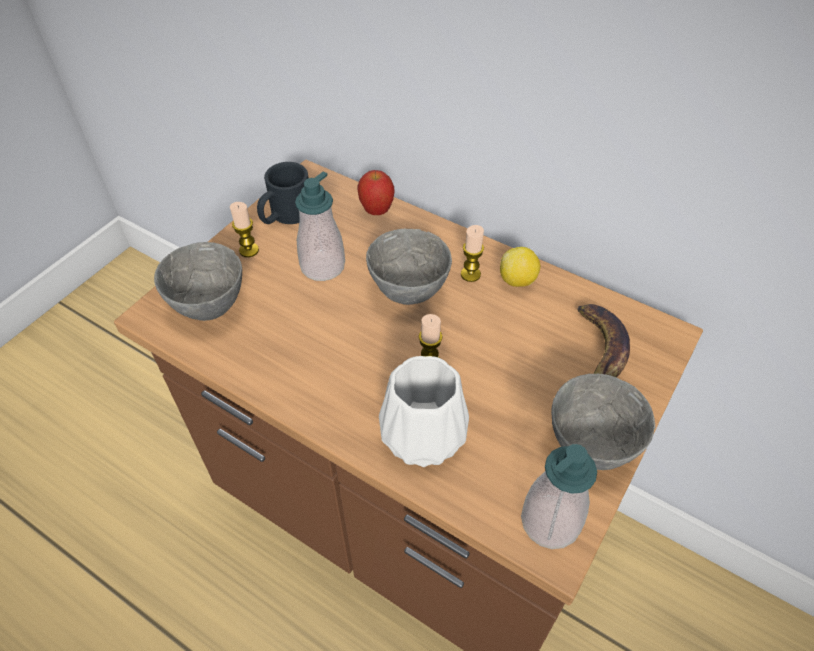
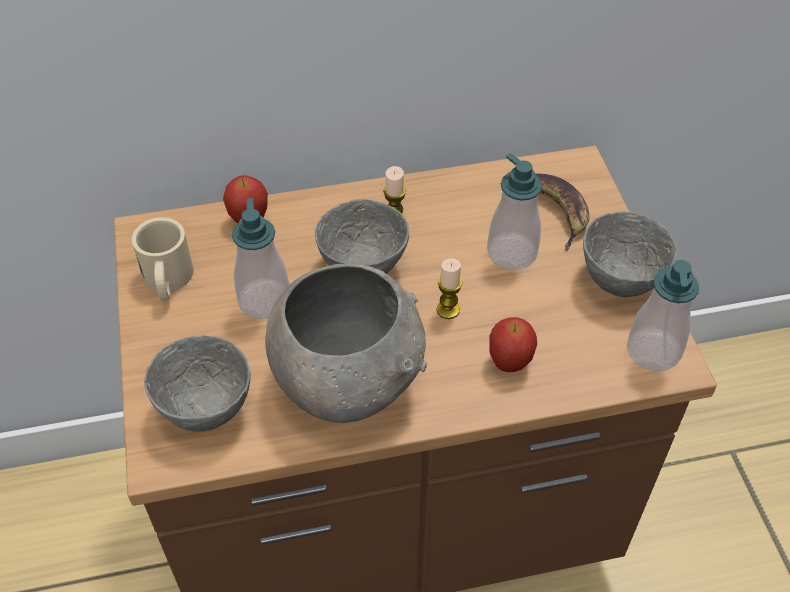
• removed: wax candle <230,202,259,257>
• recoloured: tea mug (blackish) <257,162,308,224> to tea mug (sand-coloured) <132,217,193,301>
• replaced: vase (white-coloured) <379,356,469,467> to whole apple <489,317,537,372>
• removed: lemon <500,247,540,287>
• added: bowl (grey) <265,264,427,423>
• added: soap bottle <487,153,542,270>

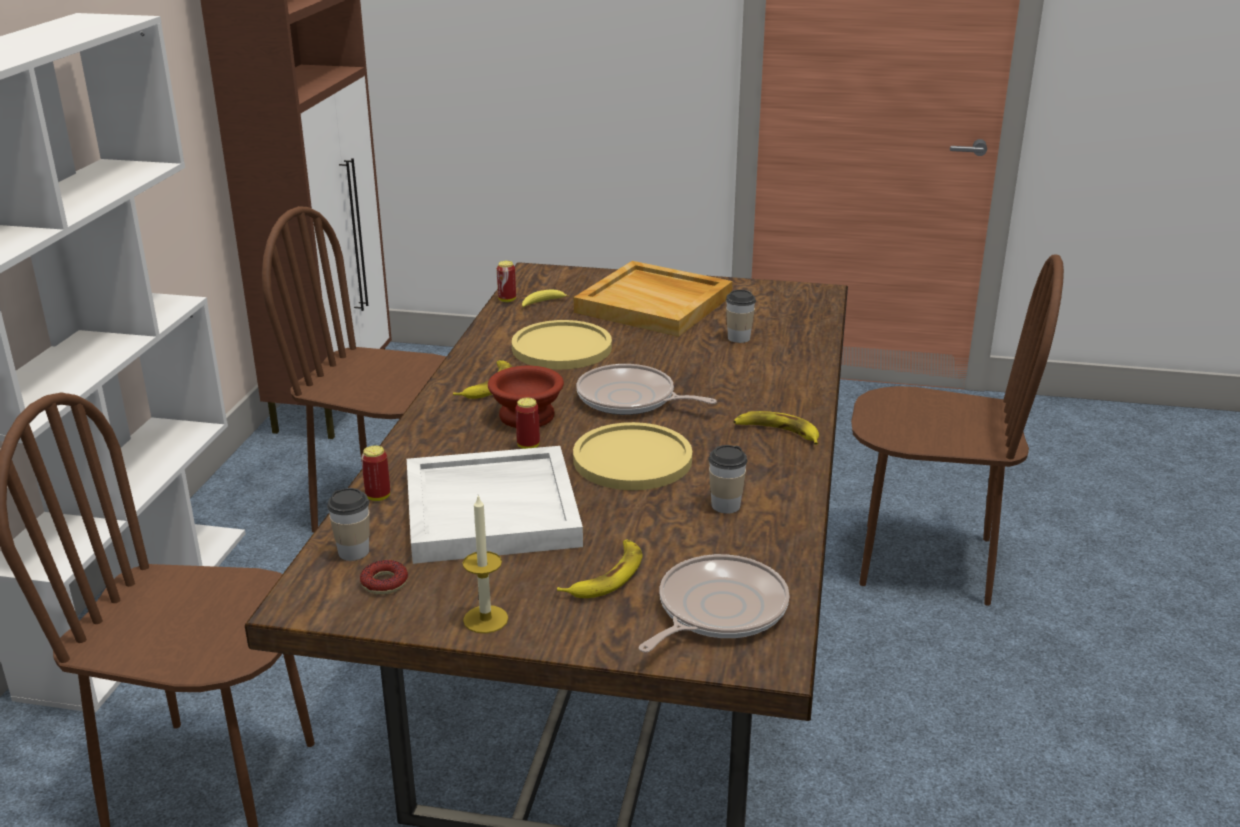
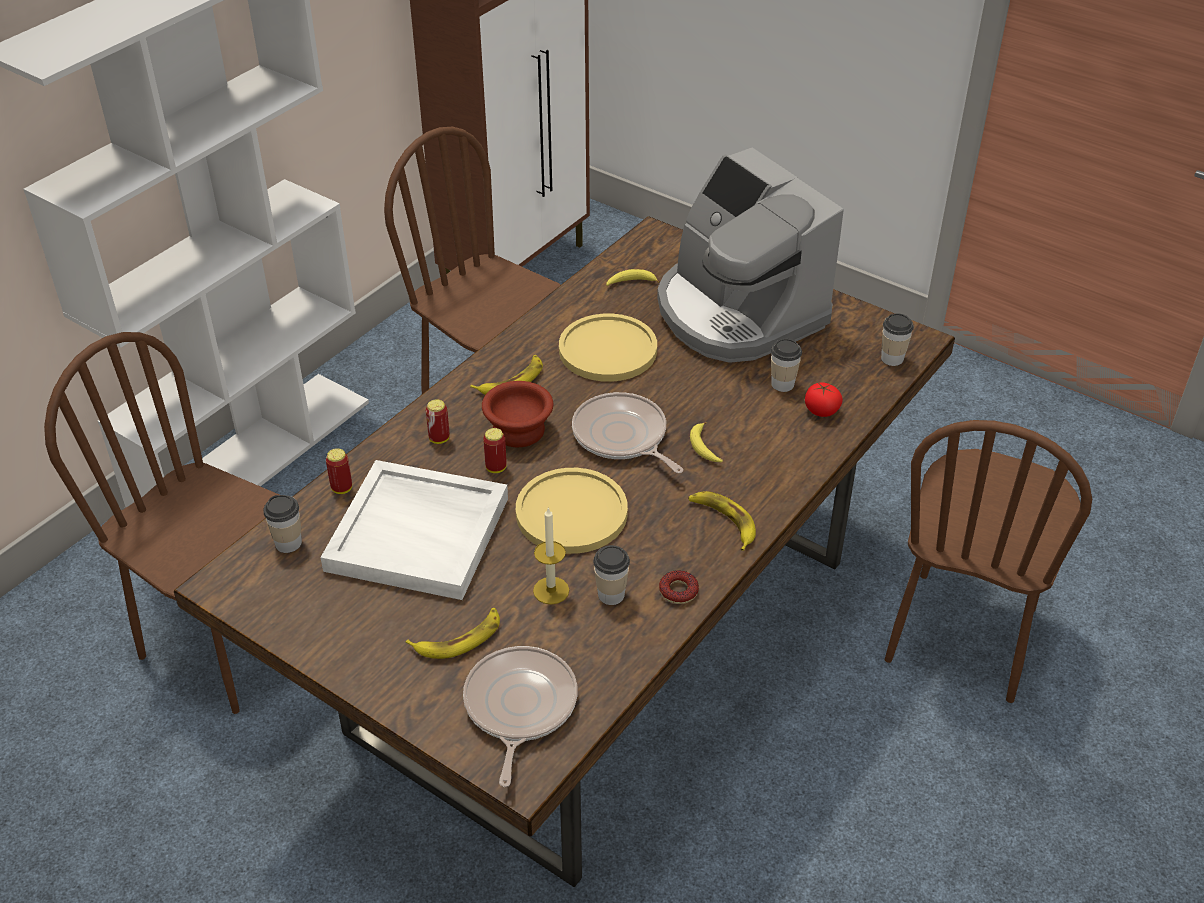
• moved: doughnut <360,560,408,595> to <659,570,699,604>
• moved: wax candle <463,495,508,633> to <533,507,569,605>
• moved: metal can <497,261,516,302> to <426,399,450,444>
• replaced: serving tray (sand-coloured) <574,261,732,337> to coffee maker <657,148,844,363>
• turned: frying pan <639,554,789,653> = <463,646,578,787> 60 degrees counterclockwise
• turned: chair (brown-coloured) <851,255,1064,606> = <885,420,1092,703> 75 degrees clockwise
• added: banana fruit <690,422,723,462>
• added: tomato <805,382,843,417>
• added: drinking cup <881,314,914,366>

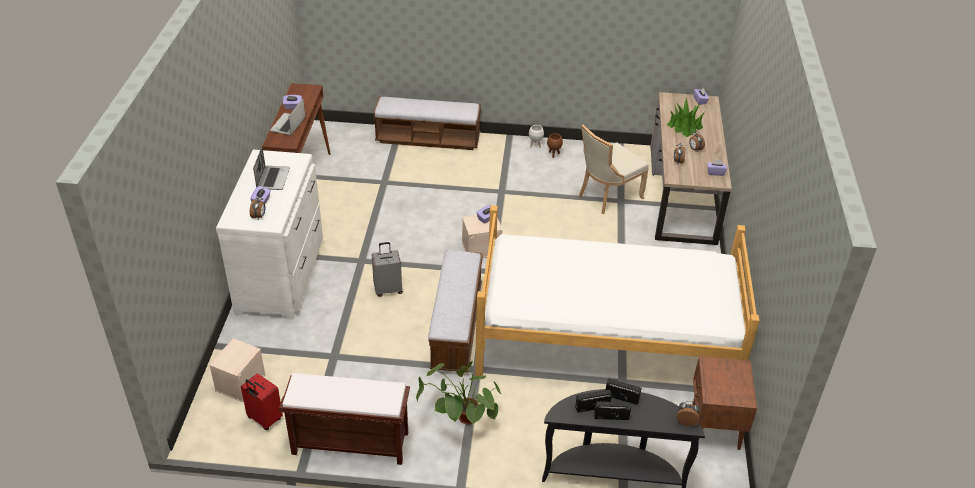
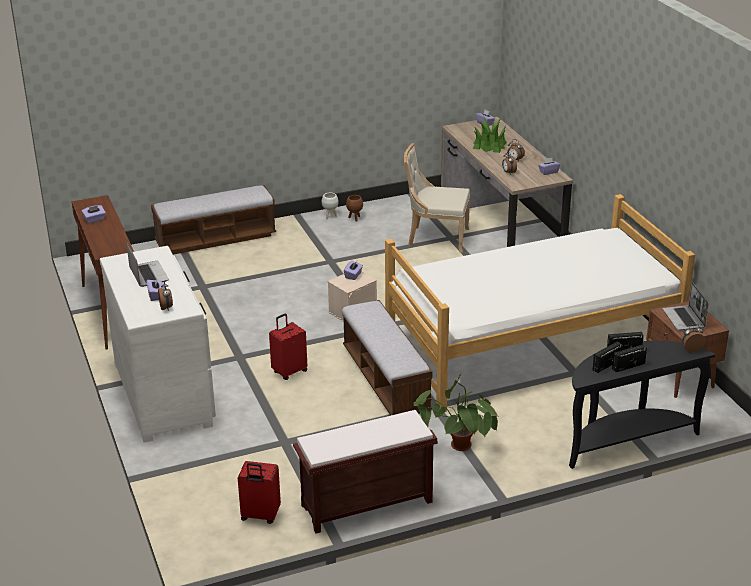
• removed: storage container (sand-coloured) <209,338,265,402>
• moved: portable computer <270,99,305,135> to <662,282,709,330>
• recoloured: piece of luggage (grey) <372,242,403,297> to piece of luggage (red) <269,314,307,380>
• turned: chair (sand-coloured) <579,124,649,214> = <404,143,470,253> 75 degrees clockwise

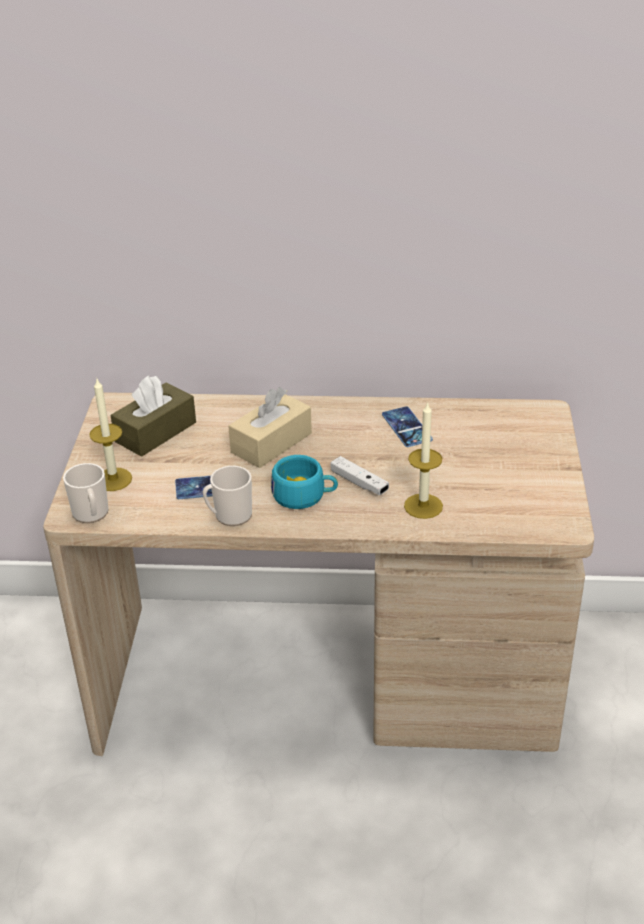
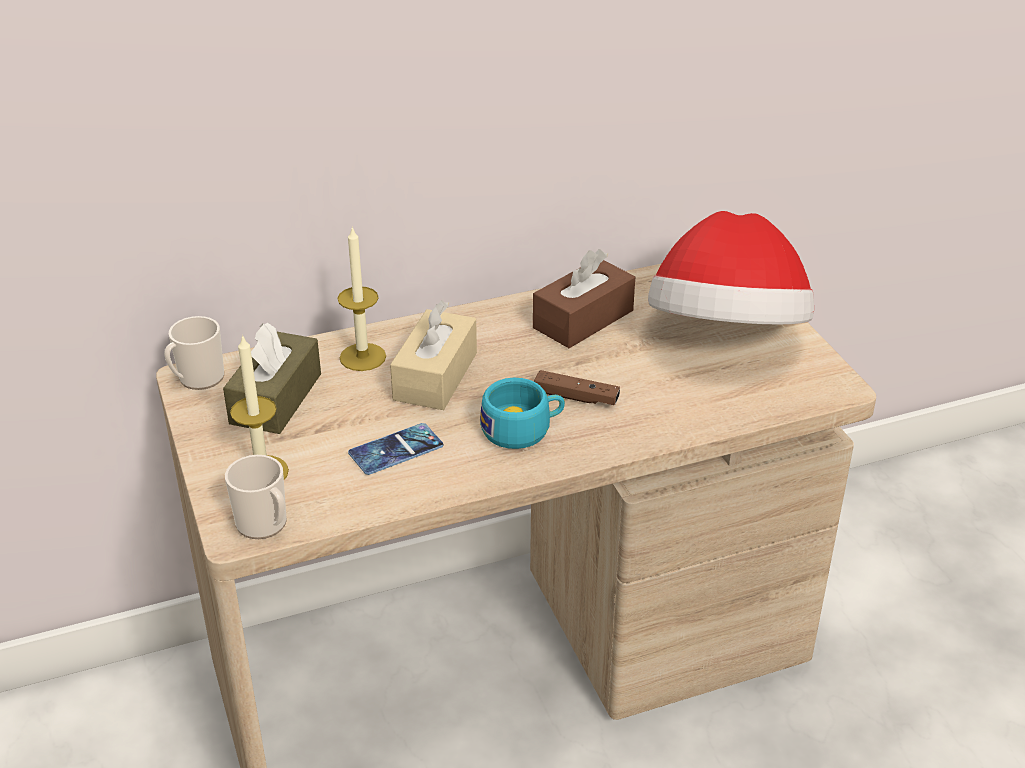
• moved: tea mug <203,466,252,526> to <164,316,224,390>
• recoloured: game controller (white-coloured) <330,456,389,495> to game controller (brown-coloured) <534,370,620,405>
• replaced: phone <382,406,433,447> to tissue box (brown-coloured) <533,249,635,348>
• moved: wax candle <404,402,443,519> to <338,226,386,371>
• added: clothing hat <648,211,814,324>

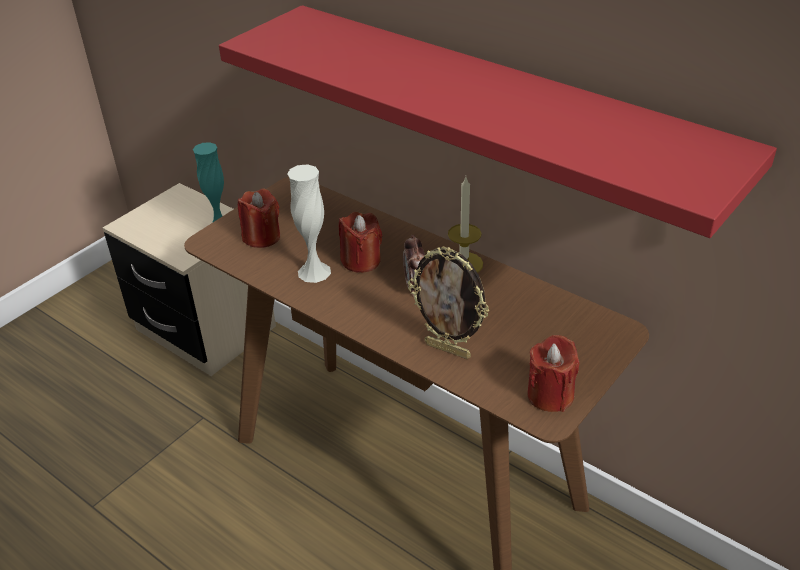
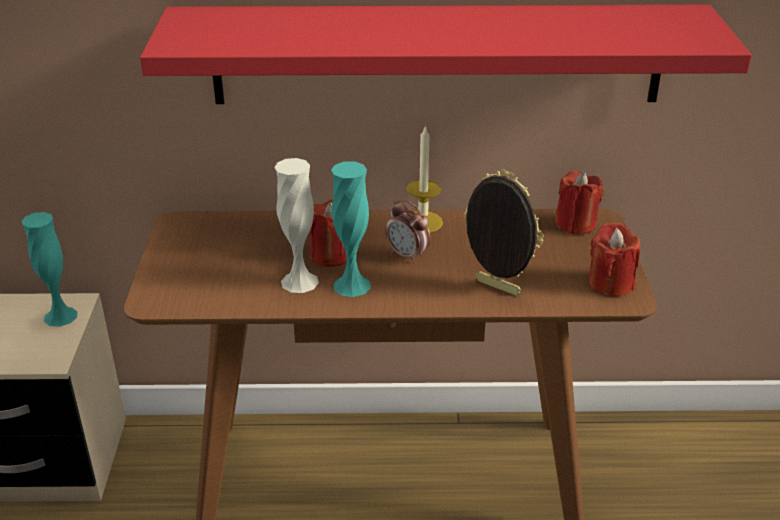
• moved: wax candle (red) <238,188,280,248> to <555,171,604,234>
• turned: standing frame <408,247,489,359> = <464,169,544,296> 135 degrees counterclockwise
• added: vase (turquoise-coloured) <331,161,371,297>

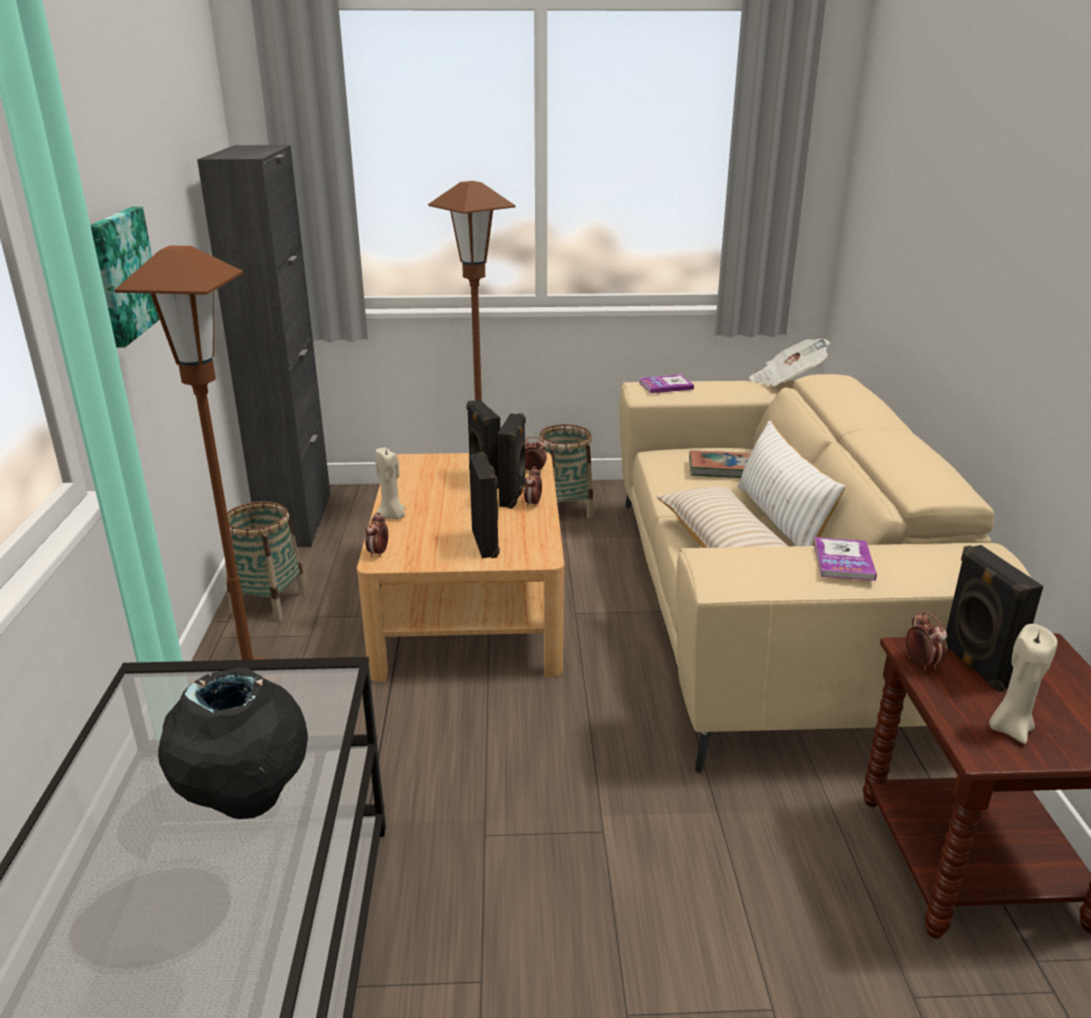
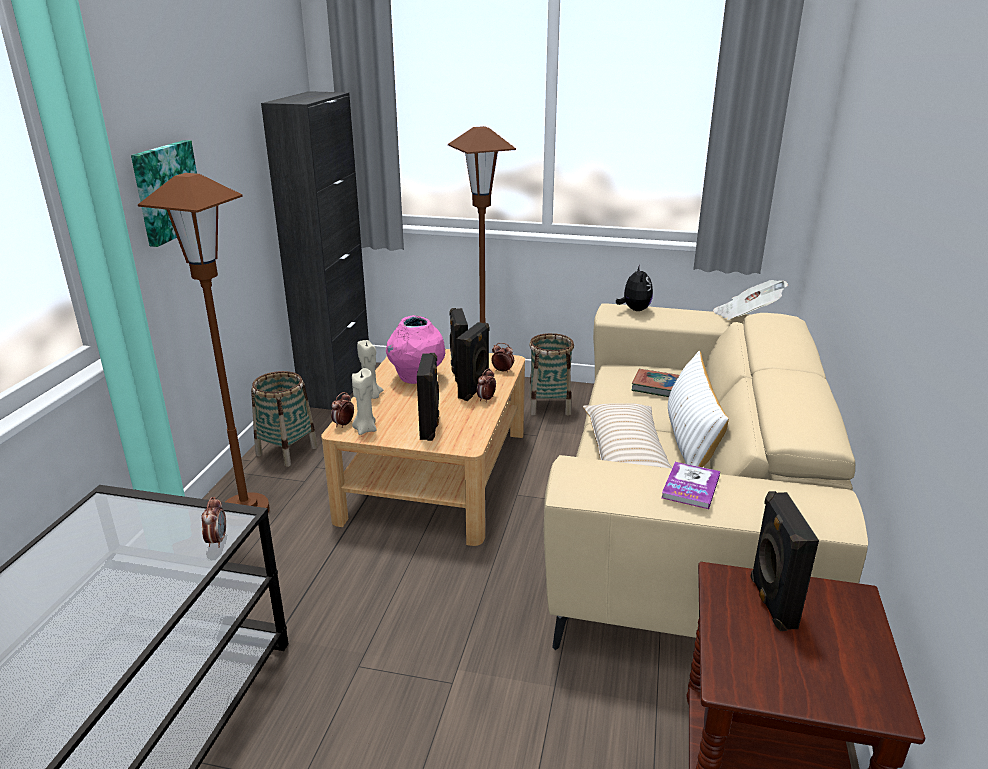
• removed: vase (blackish) <158,667,308,819>
• replaced: bound book <639,374,694,393> to cuddly toy <616,265,653,311>
• moved: alarm clock <906,612,947,671> to <201,497,226,548>
• moved: wax candle (sand-coloured) <989,624,1058,744> to <352,368,377,435>
• added: vase (pink-coloured) <386,315,445,384>

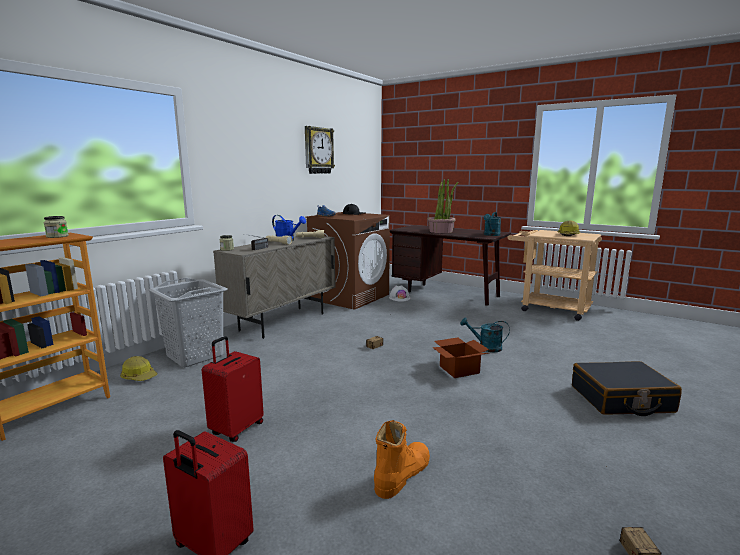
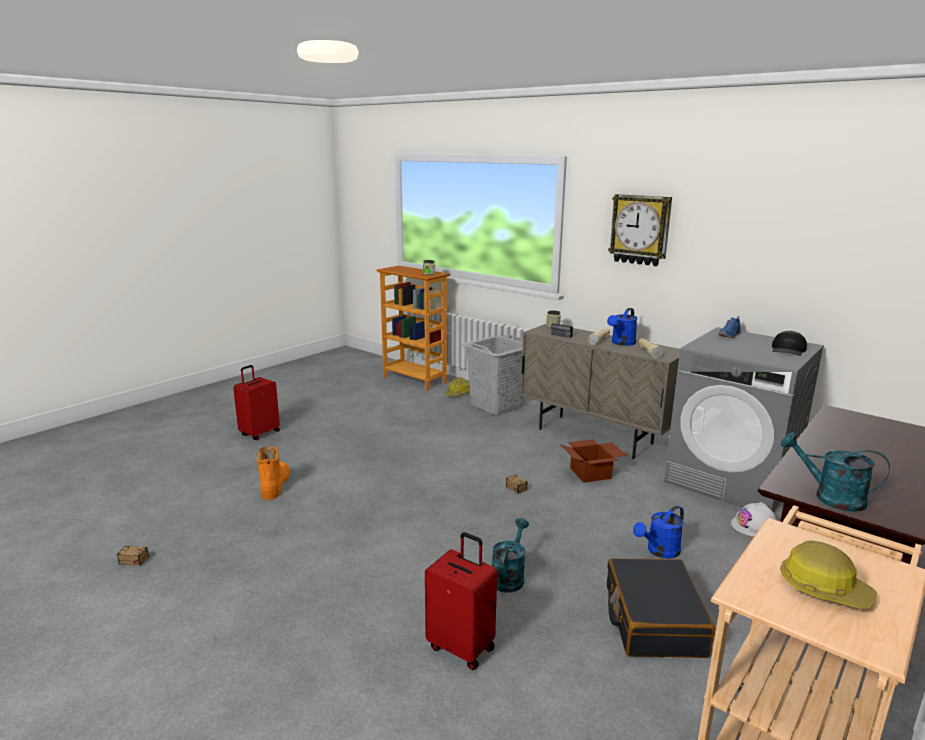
• moved: piece of luggage (red) <202,336,264,442> to <425,532,497,670>
• moved: hanging clock <305,126,335,174> to <608,194,672,266>
• recoloured: laundry machine (brown-coloured) <305,212,390,310> to laundry machine (grey) <664,327,824,513>
• turned: boot (orange) <374,420,430,499> = <257,447,290,500> 135 degrees counterclockwise
• removed: potted plant <428,179,458,233>
• moved: packing box <432,337,489,378> to <560,439,627,483>
• moved: piece of luggage (blackish) <572,361,682,416> to <607,558,715,658>
• added: sprinkling can (blue-coloured) <633,506,684,559>

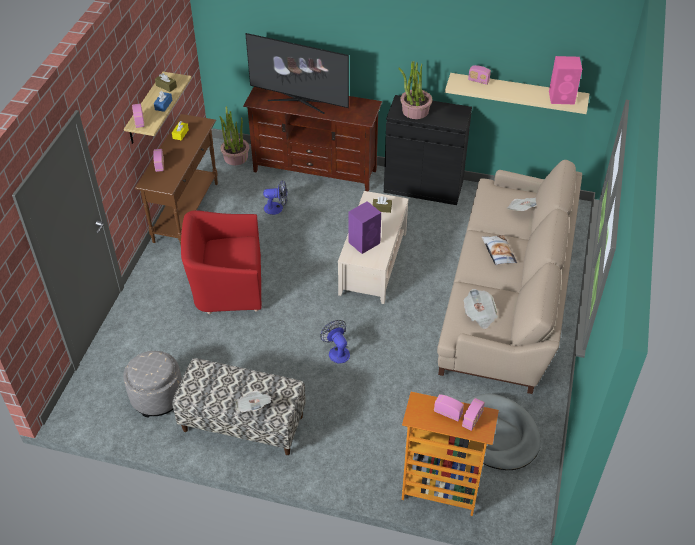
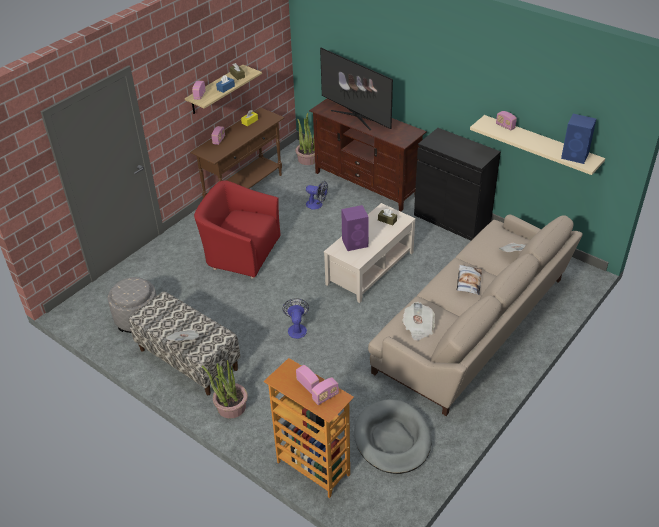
• moved: potted plant <398,61,432,119> to <202,360,248,419>
• recoloured: audio speaker (pink-coloured) <549,56,582,104> to audio speaker (blue-coloured) <561,114,596,164>

